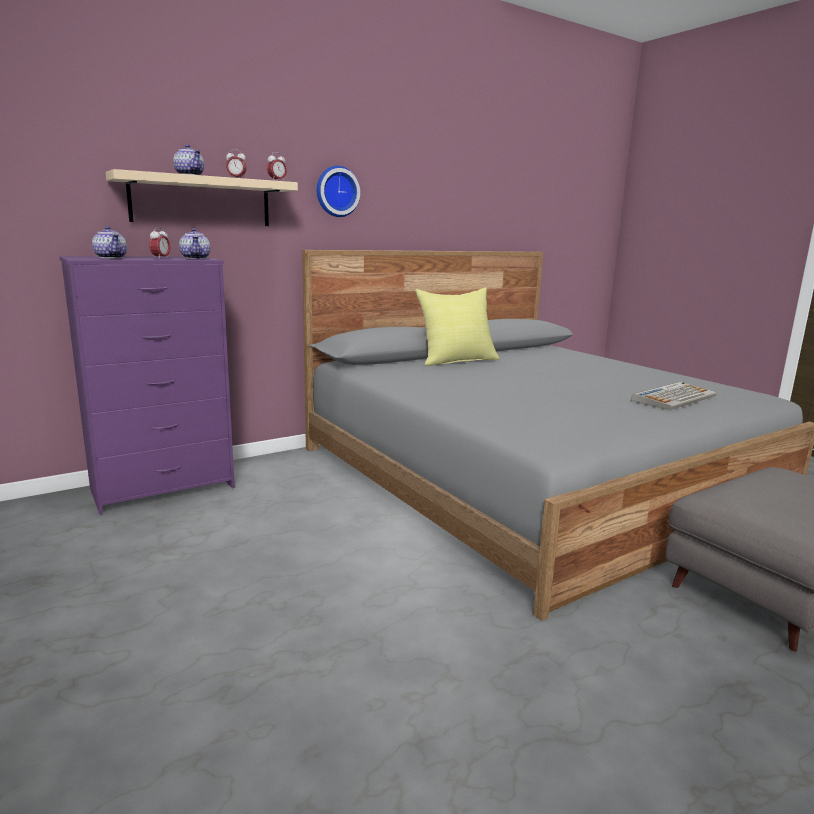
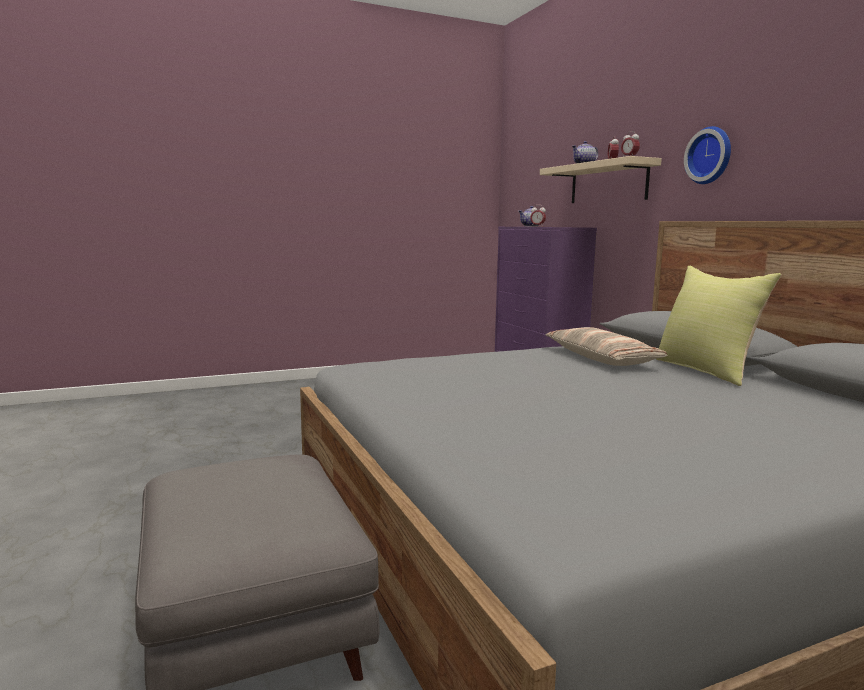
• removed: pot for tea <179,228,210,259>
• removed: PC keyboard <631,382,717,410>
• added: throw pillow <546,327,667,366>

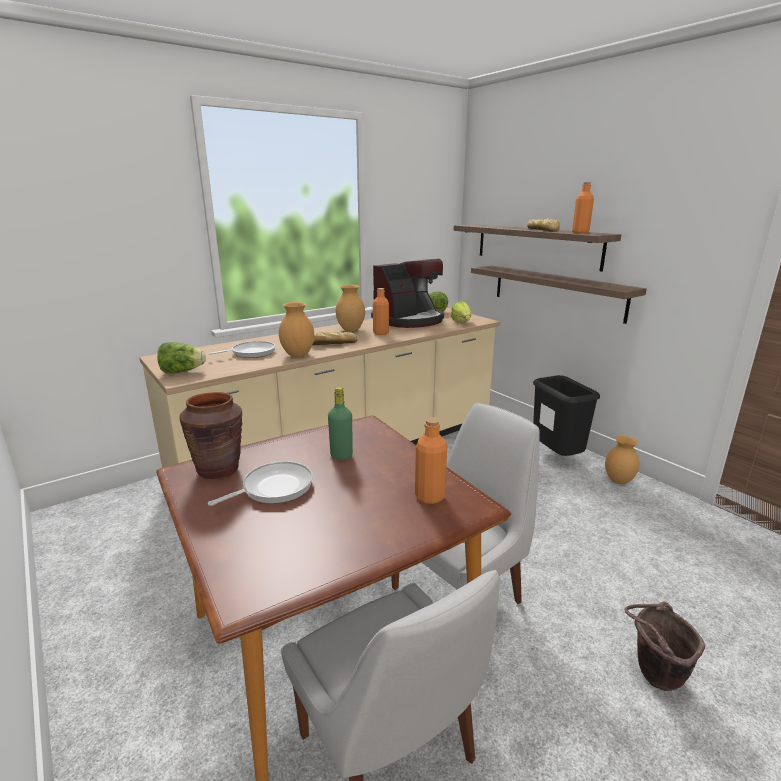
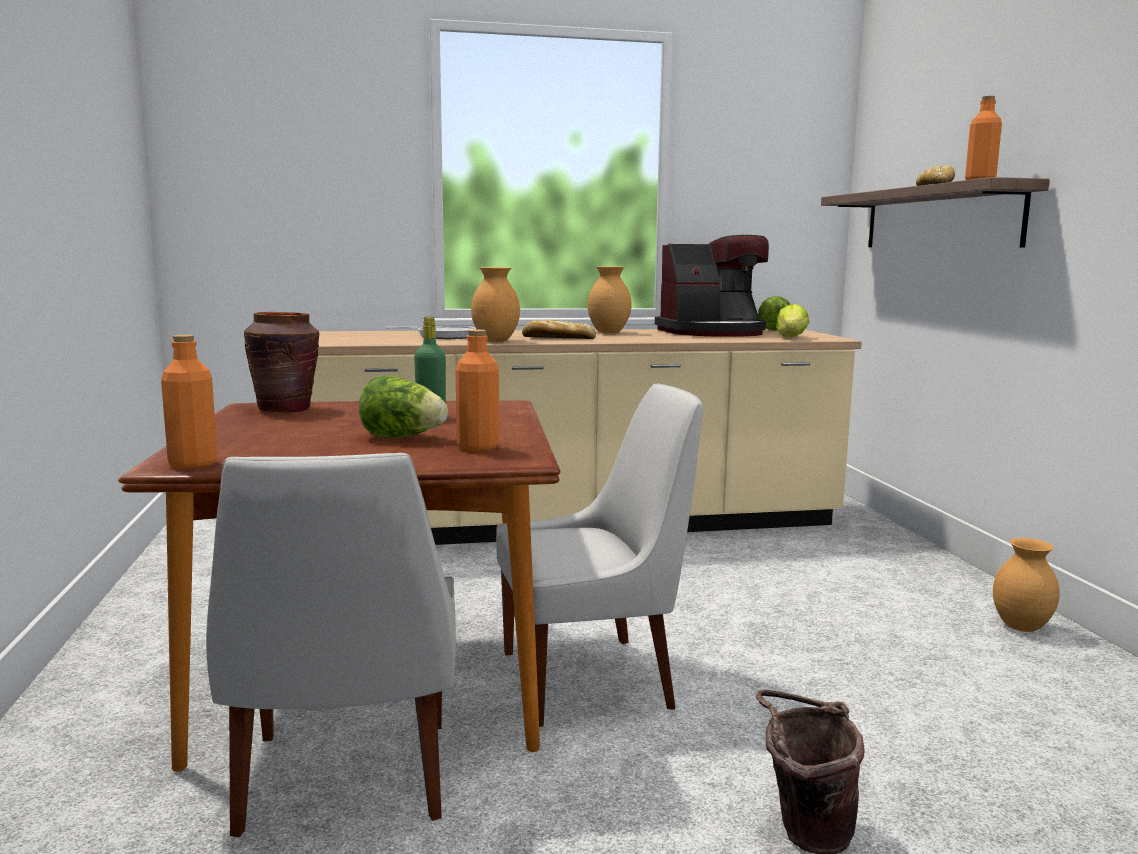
• moved: lettuce <157,342,206,374> to <359,376,448,438>
• removed: frying pan <208,461,313,506>
• moved: bottle (orange) <373,288,389,335> to <161,335,218,469>
• removed: bracket shelf <471,265,647,324>
• removed: waste bin (blackish) <533,375,600,456>

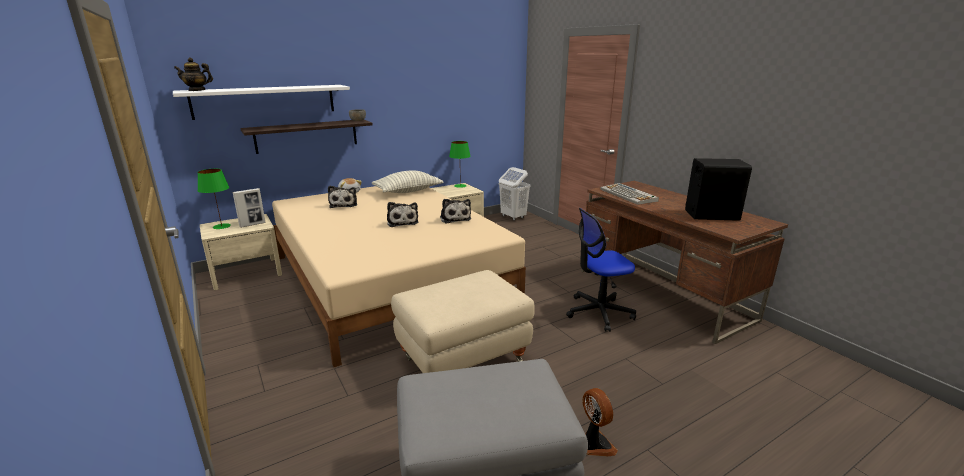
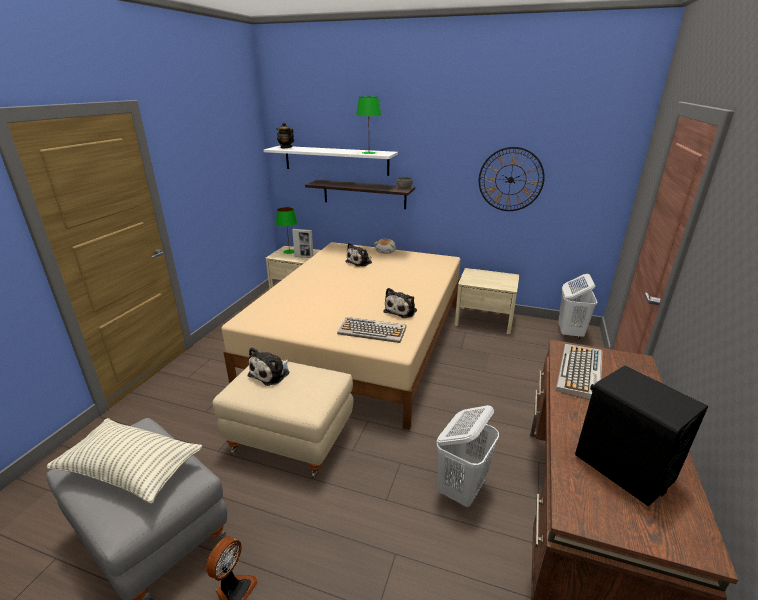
• moved: throw pillow <372,171,444,193> to <46,418,202,504>
• moved: cuddly toy <387,202,418,227> to <248,347,289,386>
• moved: tabletop lamp (green) <449,141,471,188> to <356,97,381,154>
• replaced: desk chair <566,208,636,332> to hamper (white-coloured) <436,405,499,507>
• added: PC keyboard <337,317,406,343>
• added: hanging clock <479,147,545,211>

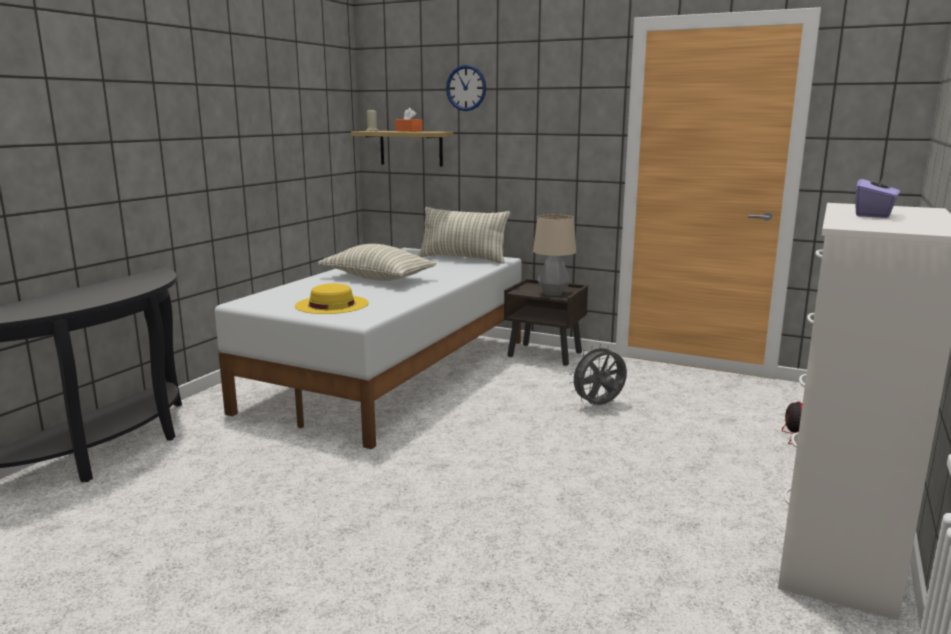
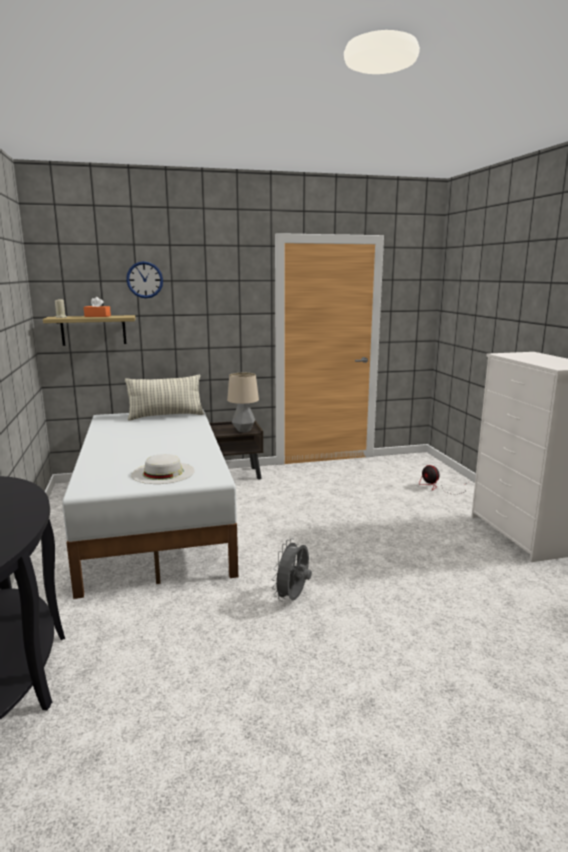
• recoloured: clothing hat (yellowish) <295,283,369,314> to clothing hat (white-coloured) <131,454,195,484>
• removed: throw pillow <318,244,436,281>
• moved: electric fan (grey) <569,344,627,405> to <272,538,312,601>
• removed: tissue box (purple) <855,169,900,218>

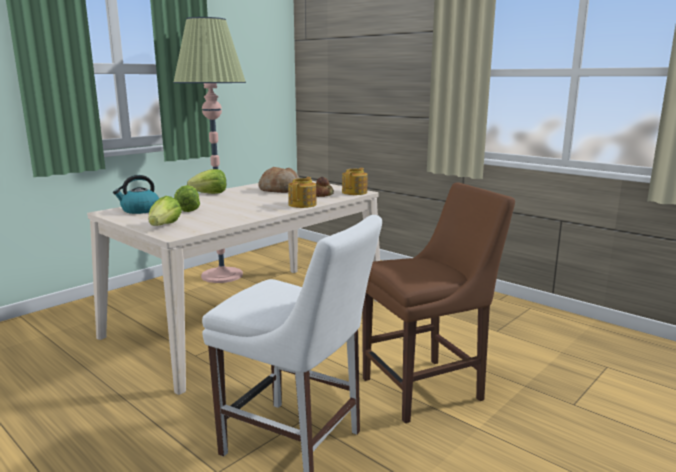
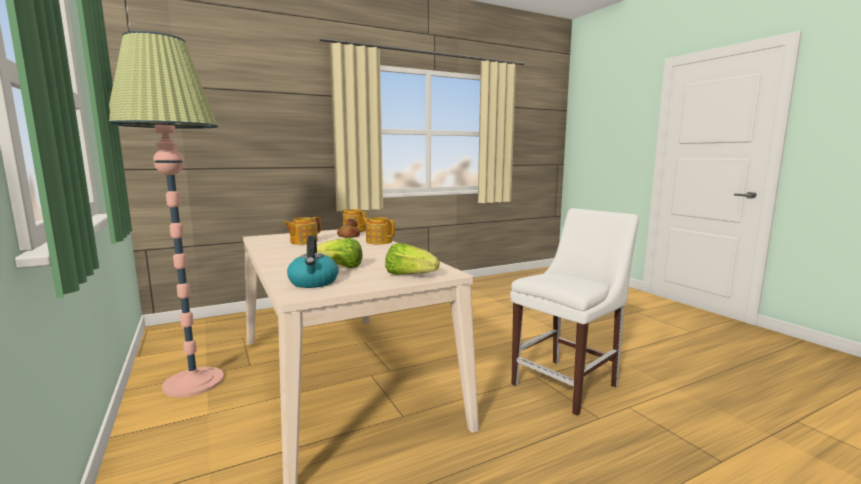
• removed: lettuce <187,169,226,194>
• replaced: bread <259,167,299,193> to pot for tea <284,217,321,245>
• removed: chair (brown-coloured) <362,182,515,423>

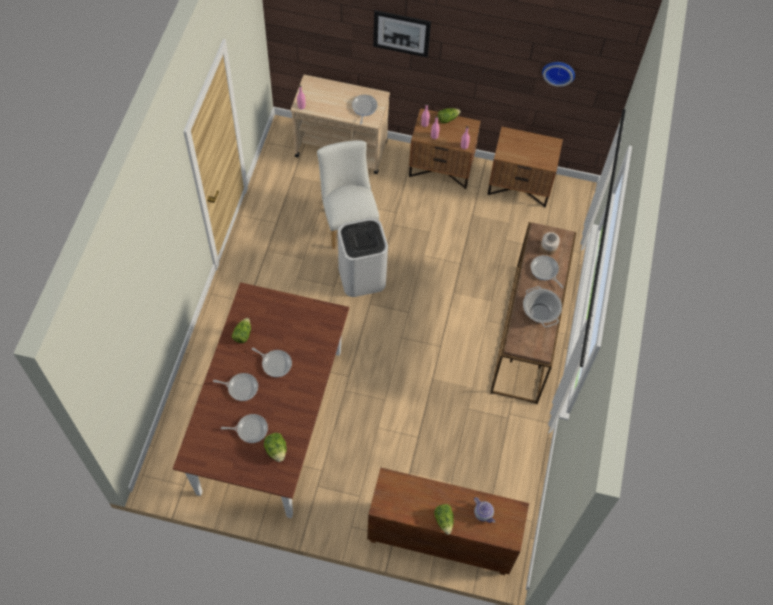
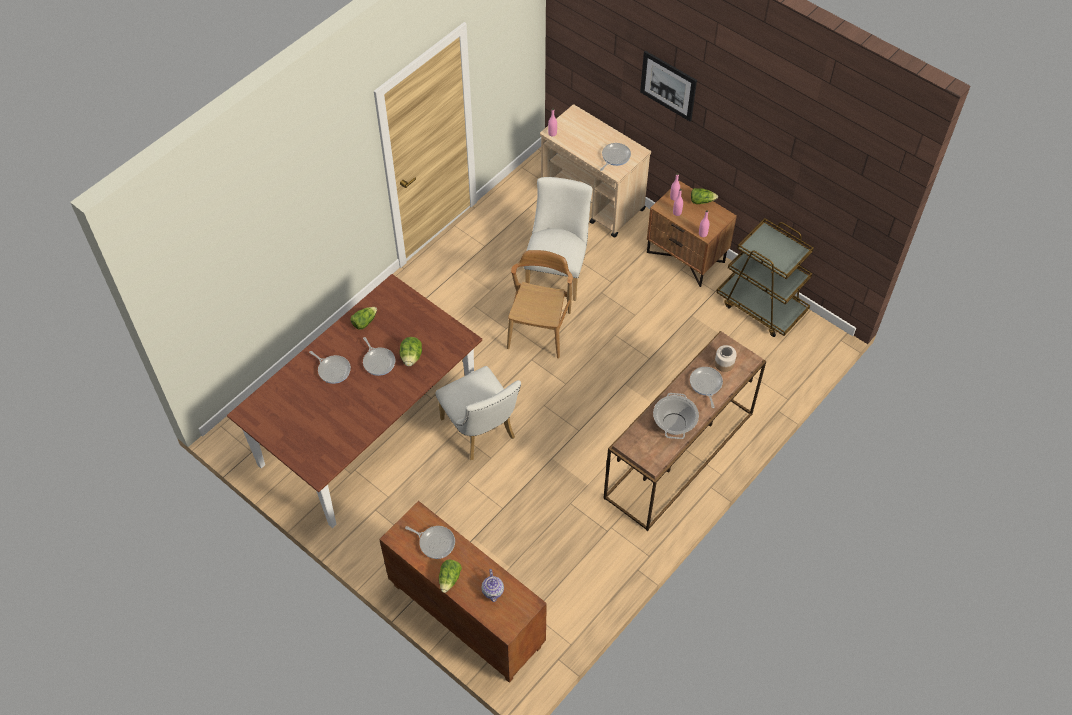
• moved: frying pan <221,414,268,443> to <405,526,455,559>
• moved: lettuce <264,433,287,462> to <399,337,422,366>
• replaced: waste bin (white-coloured) <338,218,388,297> to chair (brown-coloured) <507,250,573,358>
• replaced: nightstand (brown-coloured) <488,127,563,207> to cart (brown-coloured) <716,218,814,337>
• removed: hanging clock <542,62,575,87>
• added: chair (white-coloured) <436,366,521,460>

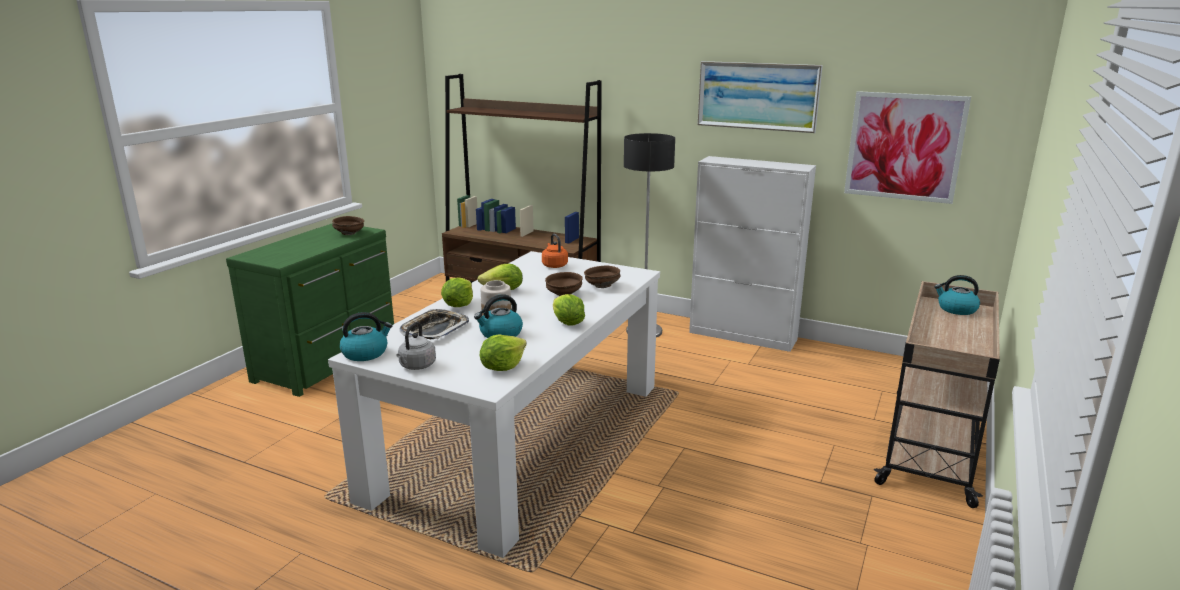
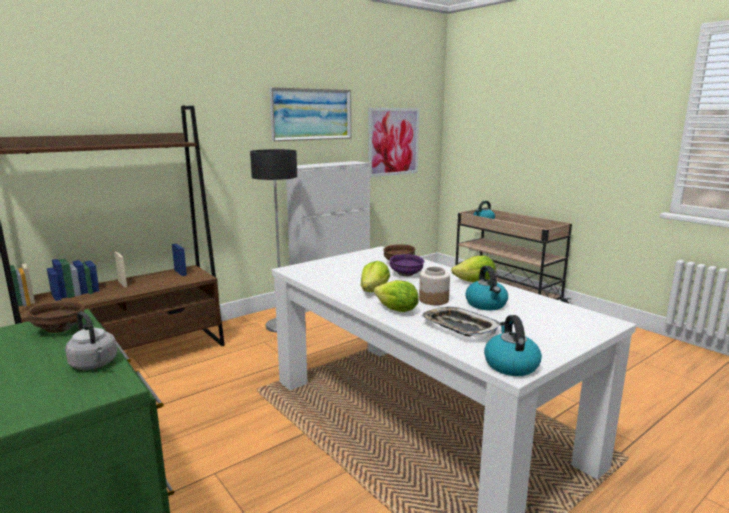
• moved: water kettle (grey) <396,321,436,370> to <65,311,117,370>
• removed: lettuce <480,334,527,371>
• removed: water kettle (orange) <542,234,568,268>
• recoloured: bowl (brown-coloured) <545,272,583,296> to bowl (purple) <389,254,424,276>

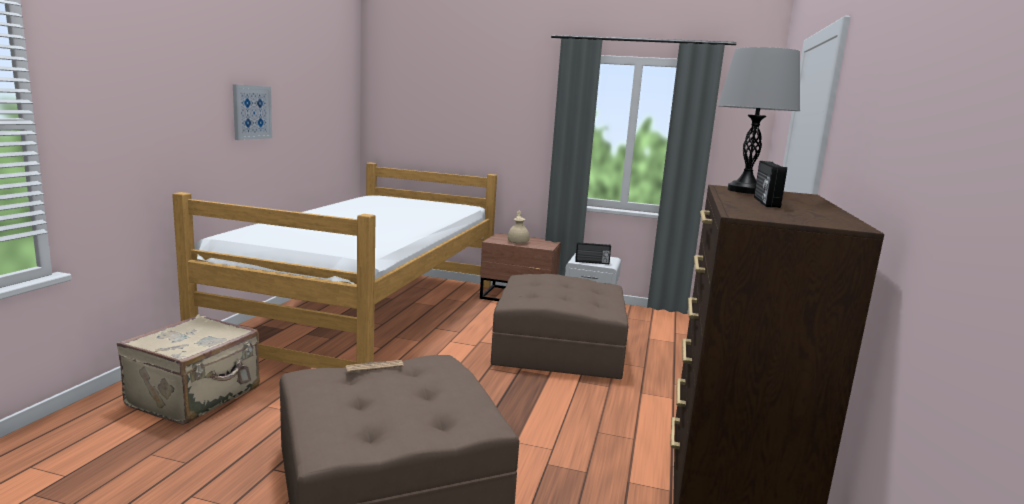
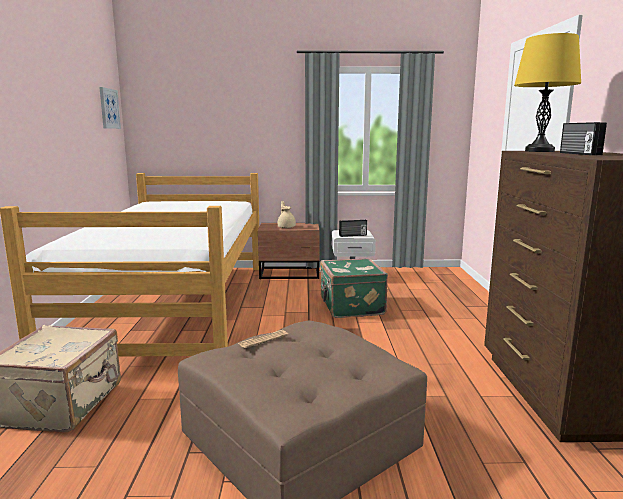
• moved: picture <233,84,272,140> to <99,87,121,129>
• replaced: ottoman (brown-coloured) <491,274,628,379> to piece of luggage (green) <319,258,388,318>
• recoloured: tabletop lamp (grey) <718,47,800,194> to tabletop lamp (yellowish) <514,33,581,152>

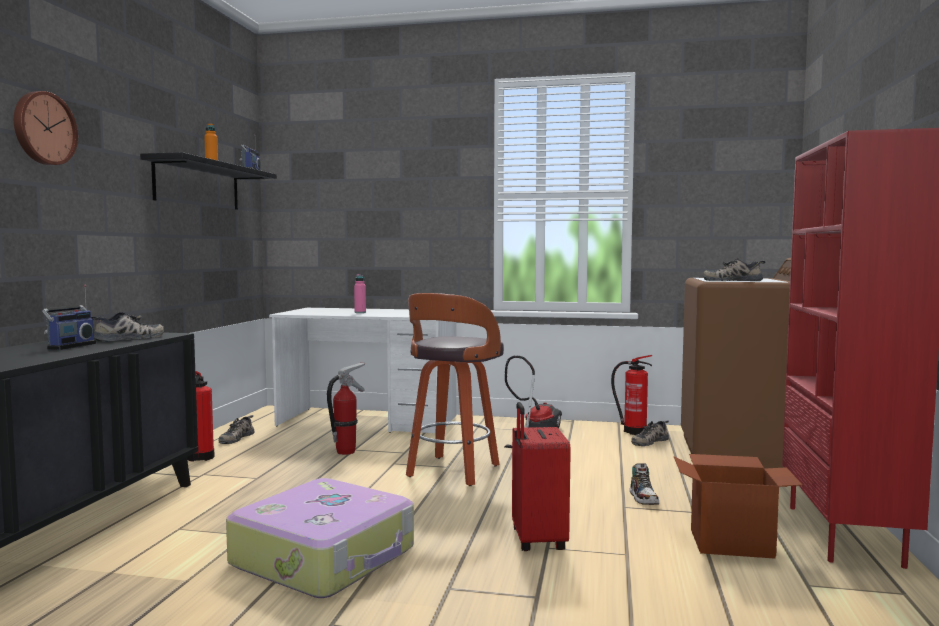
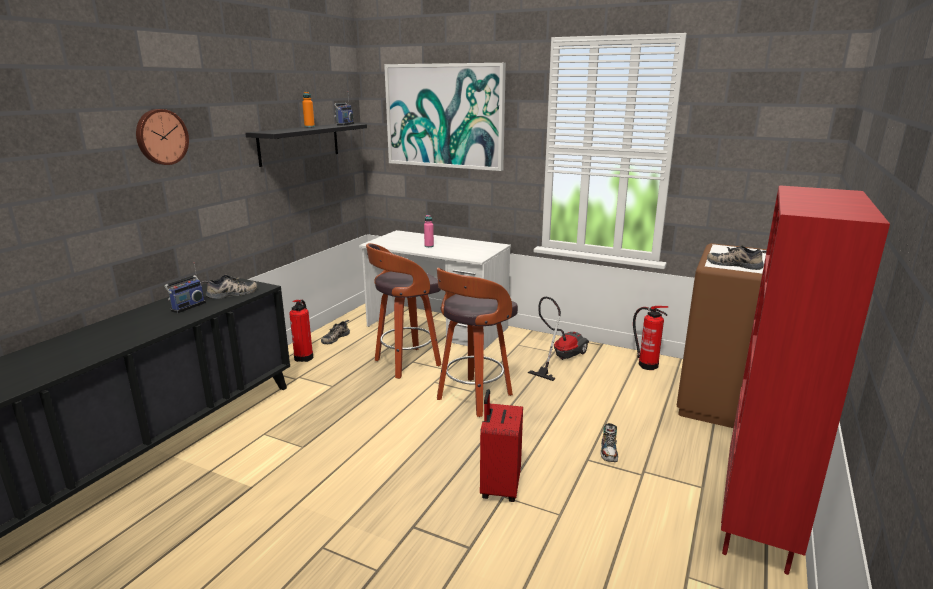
• removed: piece of luggage <226,478,414,598>
• replaced: fire-fighting cylinder <327,362,365,455> to stool seat <366,243,441,379>
• removed: shoe <631,420,669,446>
• removed: packing box <674,454,803,559>
• added: picture <384,63,506,171>

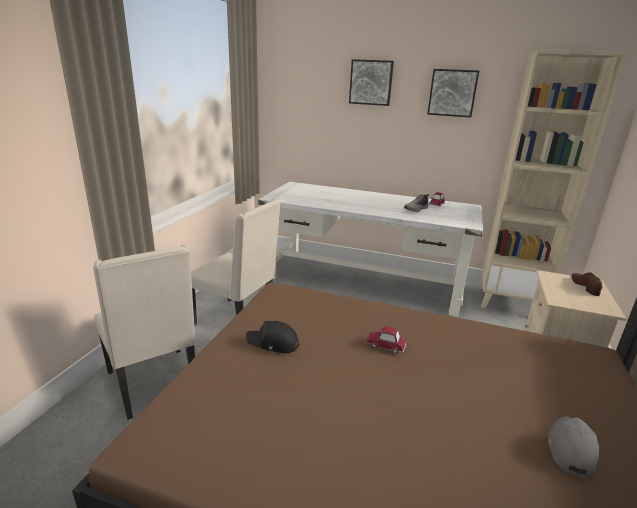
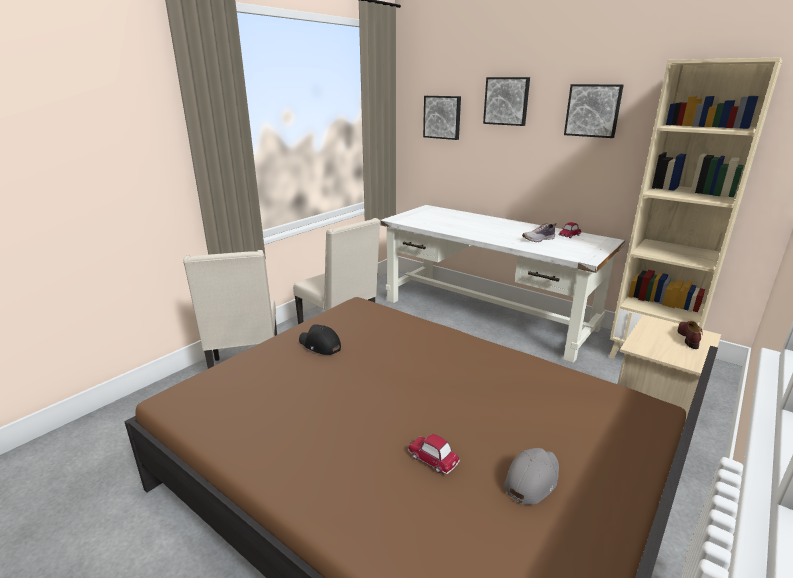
• moved: toy car <367,327,406,353> to <408,434,460,474>
• added: picture <423,96,461,140>

